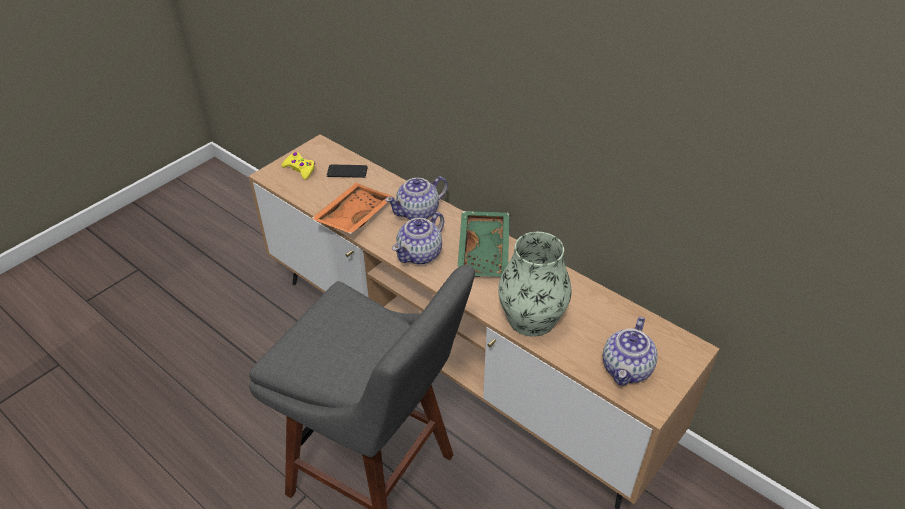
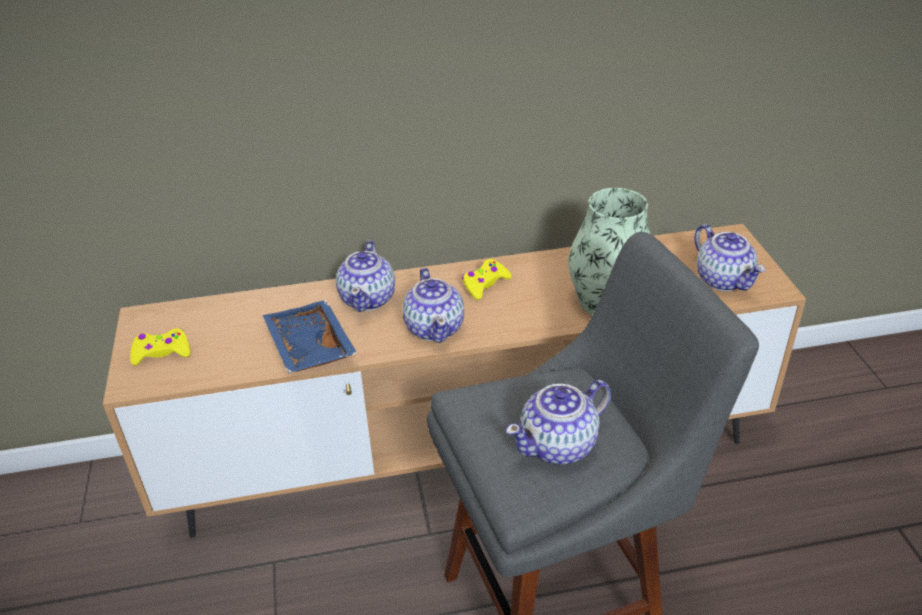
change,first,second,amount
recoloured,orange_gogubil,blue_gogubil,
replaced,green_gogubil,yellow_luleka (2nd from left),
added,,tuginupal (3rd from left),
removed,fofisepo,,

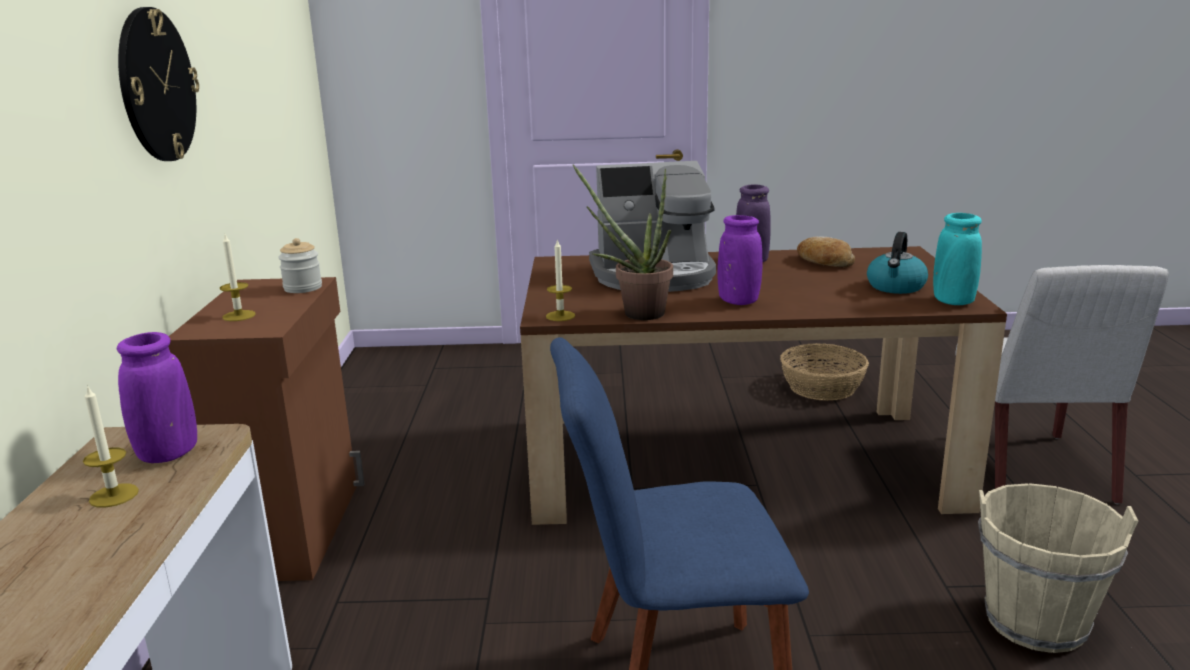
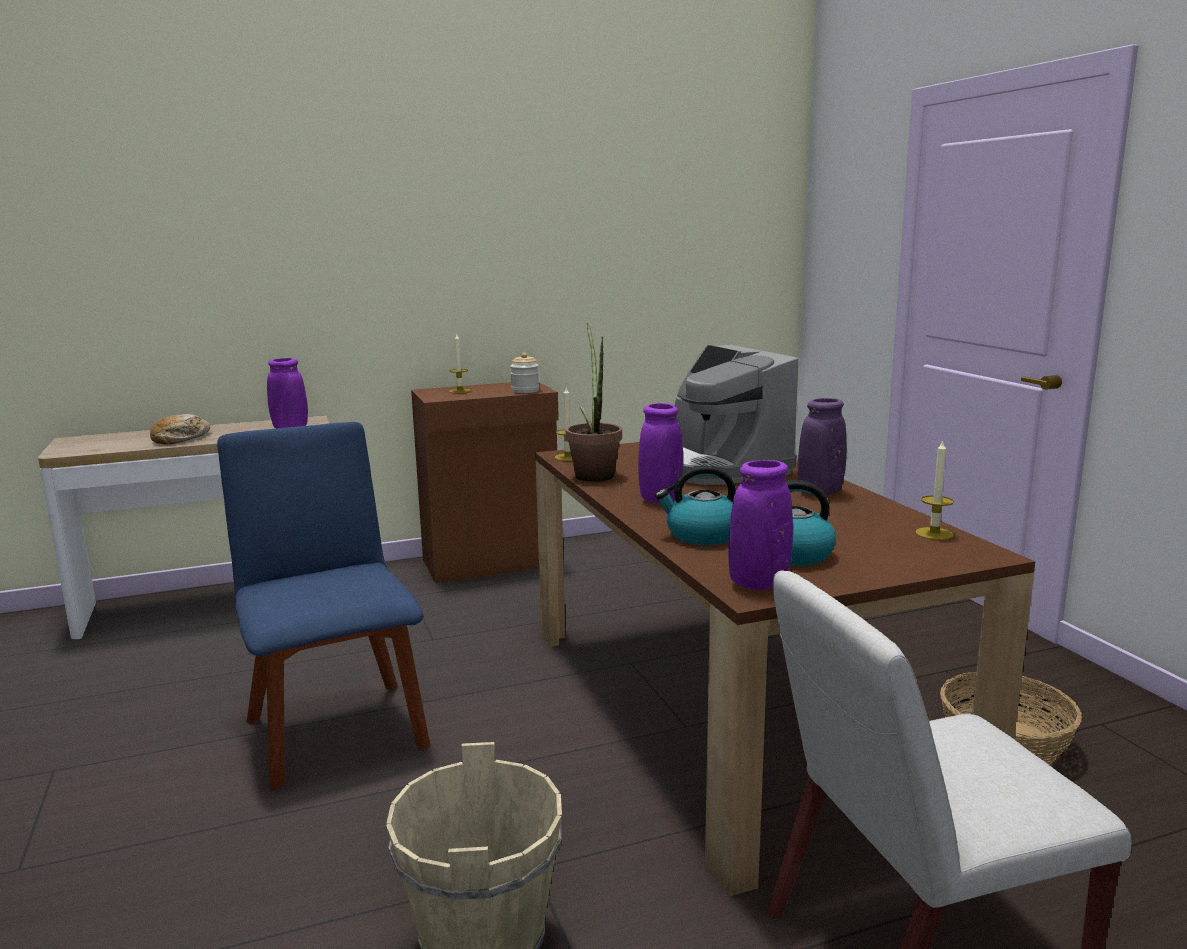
change,first,second,amount
moved,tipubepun,,
added,,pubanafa (1st from left),
recoloured,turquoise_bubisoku,purple_bubisoku (3rd from left),
moved,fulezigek (1st from left in the first image),fulezigek (3rd from left),
removed,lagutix,,

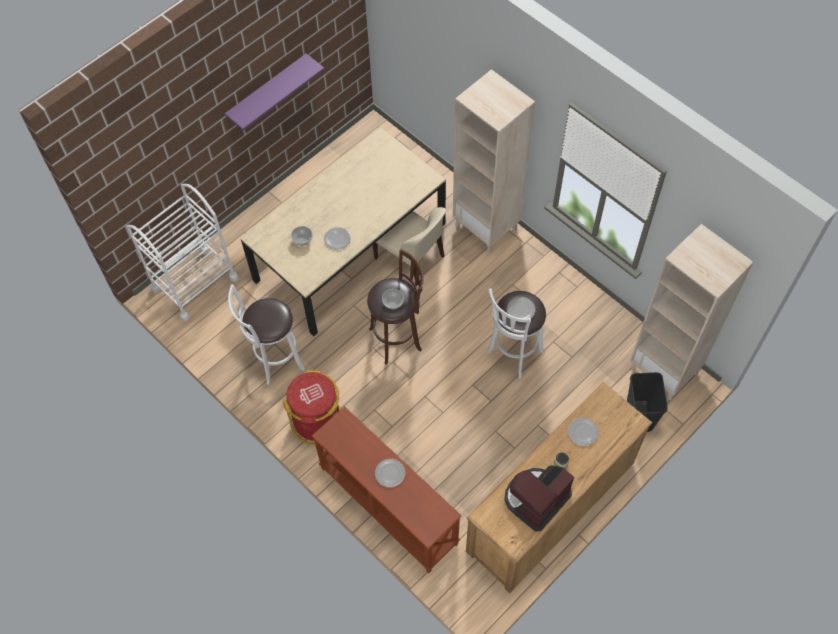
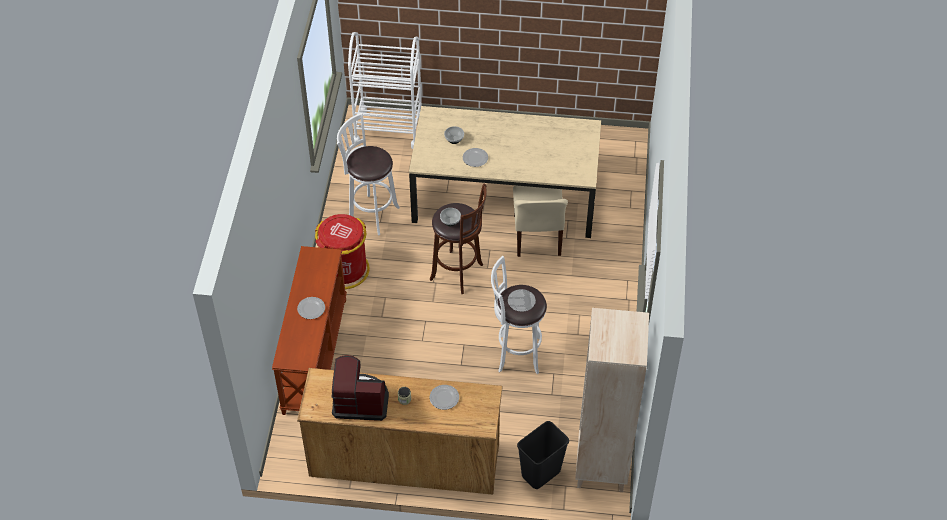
change,first,second,amount
removed,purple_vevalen,,
removed,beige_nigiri (1st from left),,

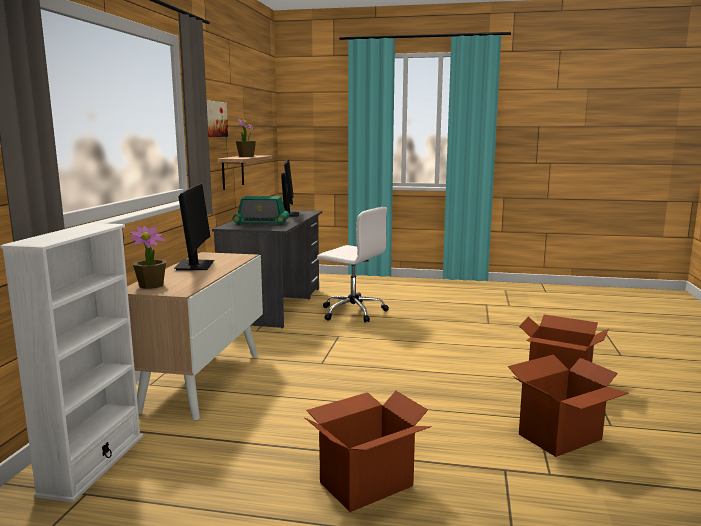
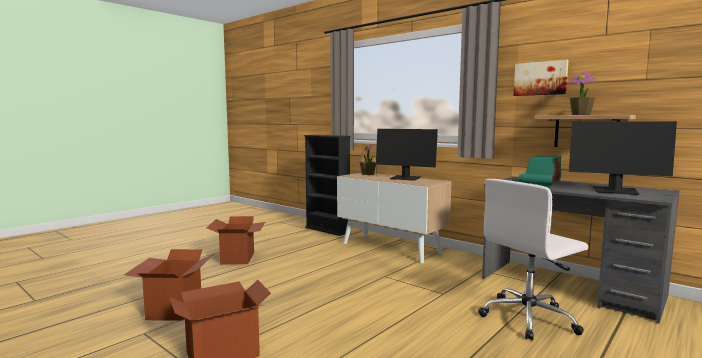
change,first,second,amount
recoloured,white_nigiri,black_nigiri,

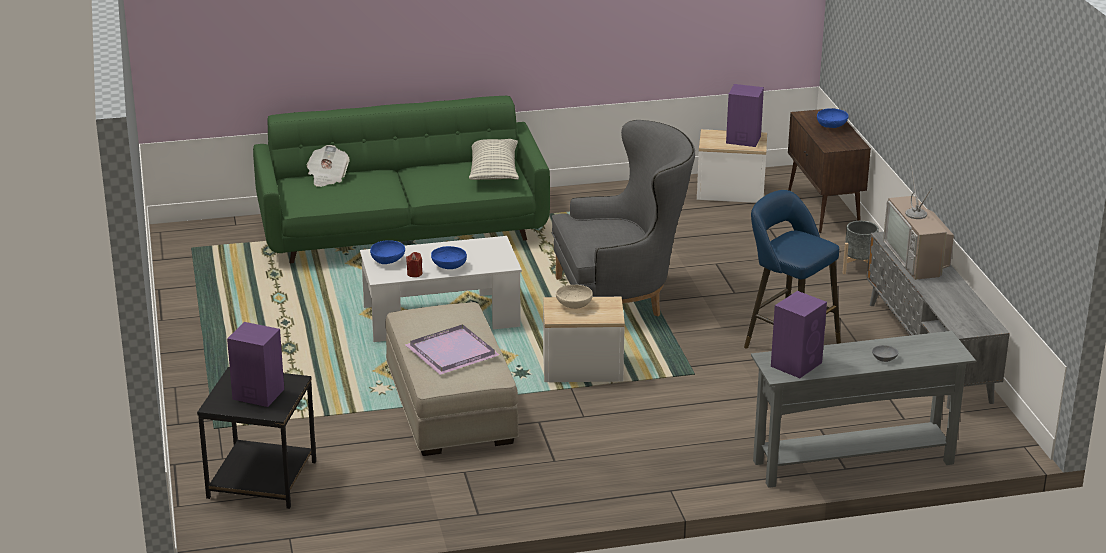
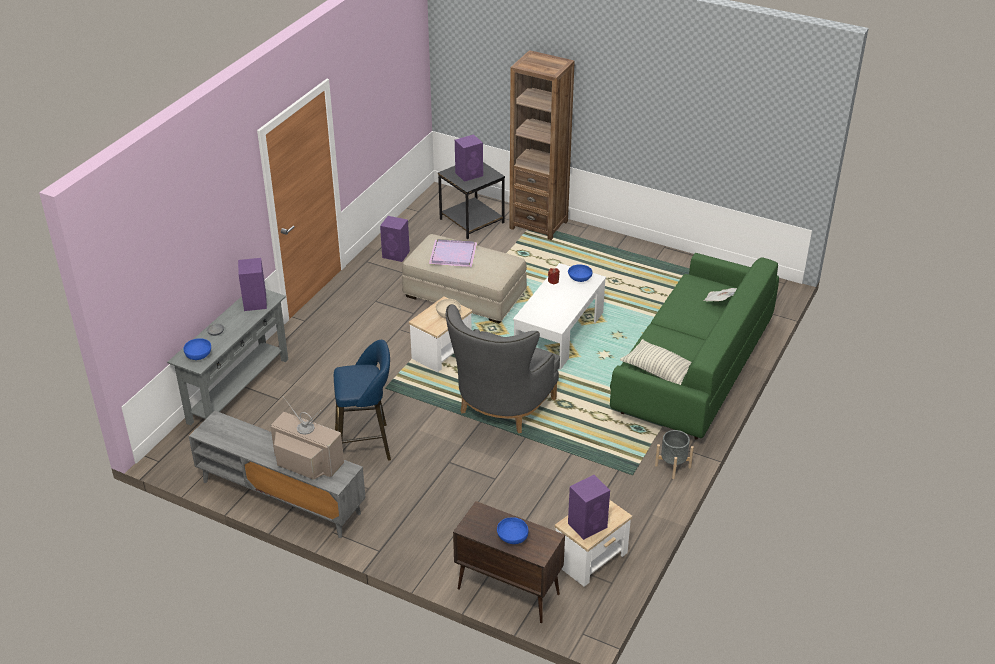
change,first,second,amount
moved,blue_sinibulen (2nd from left in the first image),blue_sinibulen (1st from left),
added,,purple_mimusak (2nd from left),
added,,brown_nigiri,
moved,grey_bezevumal,,

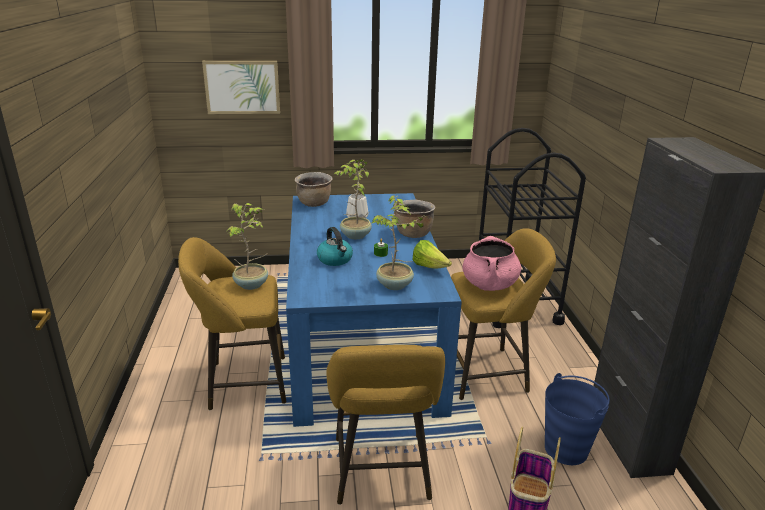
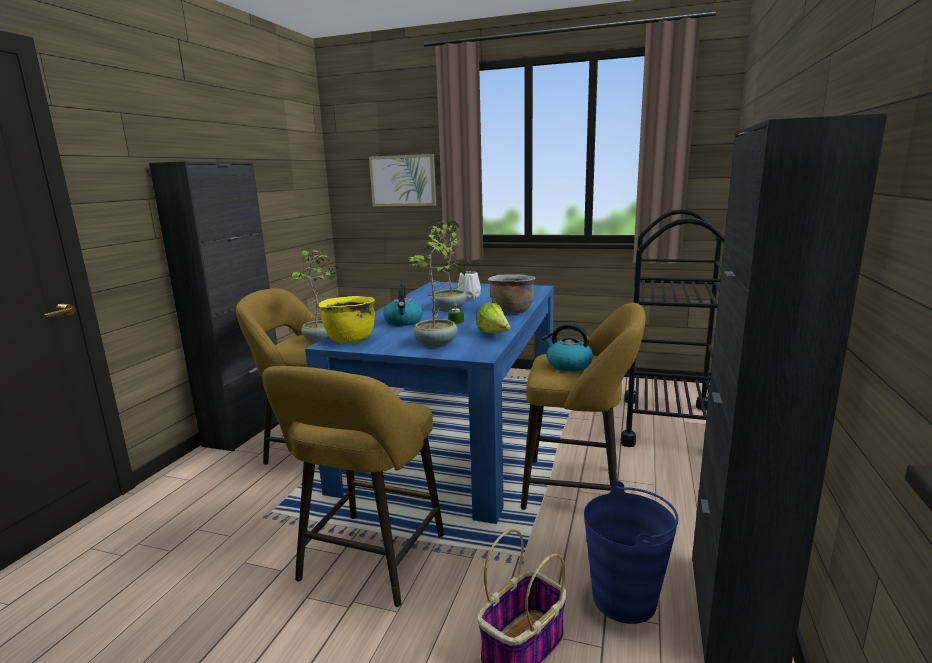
change,first,second,amount
added,,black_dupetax (1st from left),
added,,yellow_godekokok,
replaced,pink_godekokok,pubanafa (2nd from left),
removed,brown_godekokok (1st from left),,

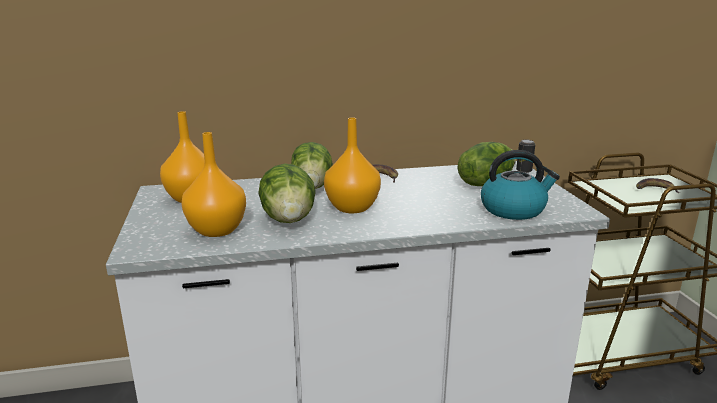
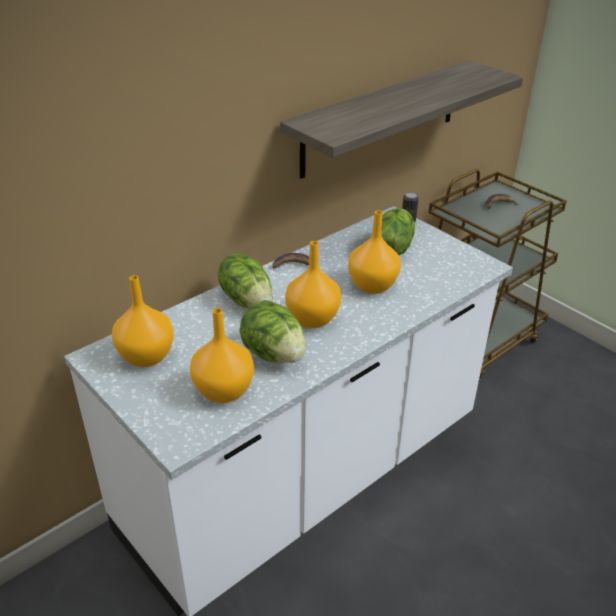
change,first,second,amount
added,,vevalen,
added,,orange_bubisoku (4th from left),
removed,pubanafa,,

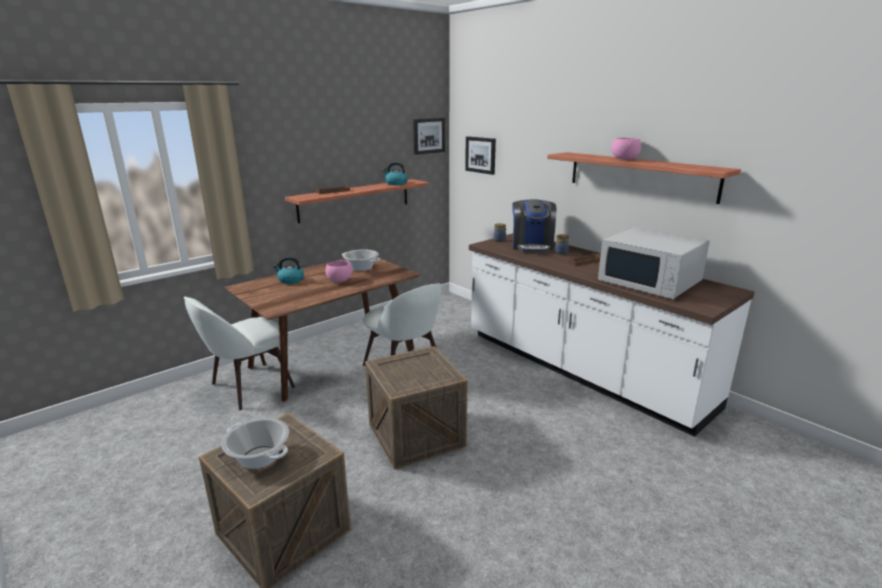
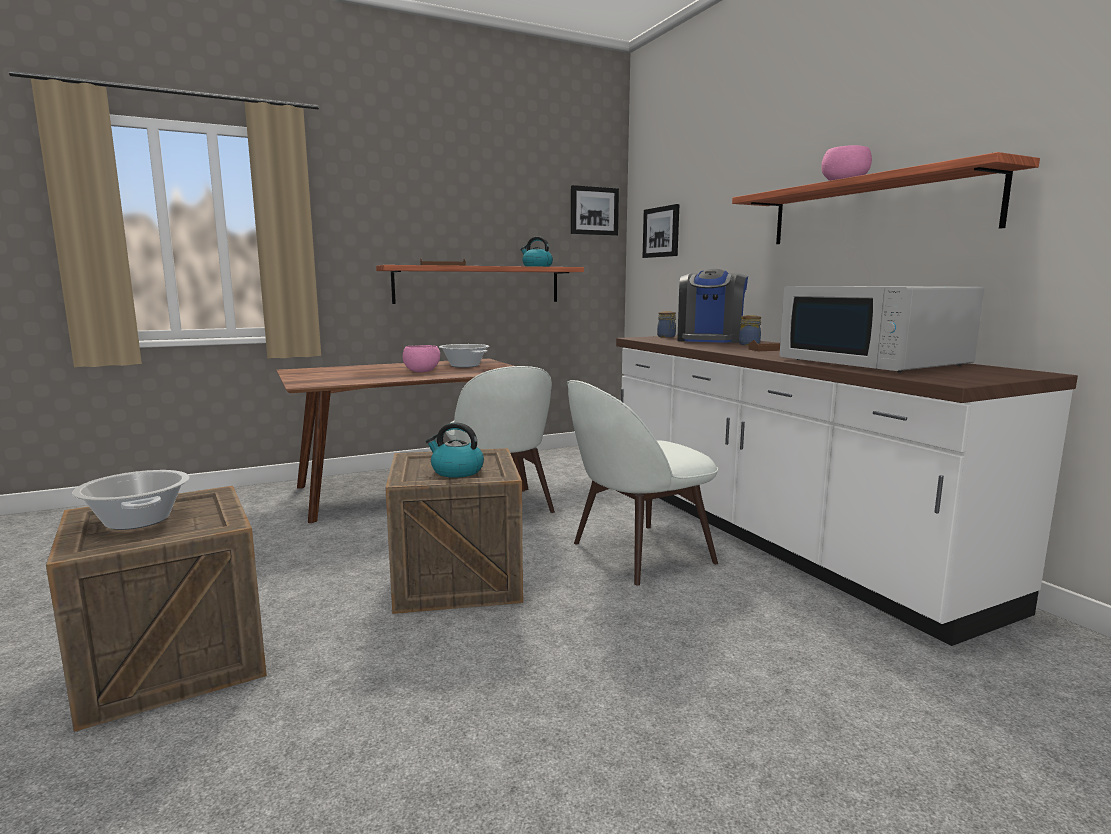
change,first,second,amount
moved,pubanafa (1st from left),,
moved,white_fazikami (1st from left in the first image),white_fazikami (2nd from left),

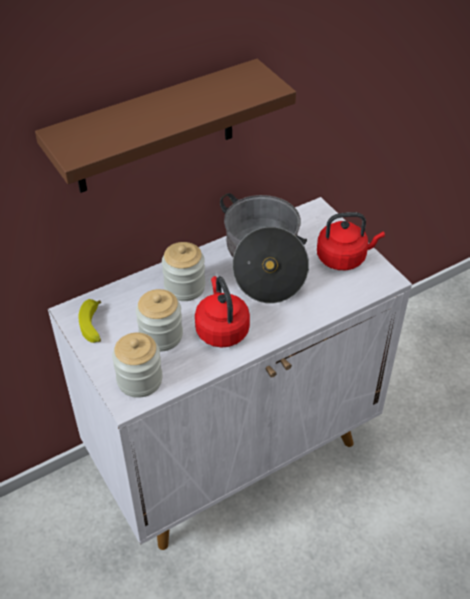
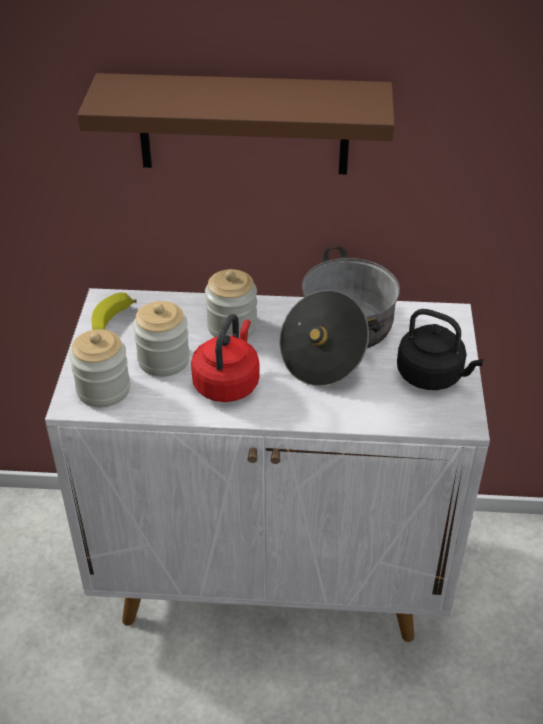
change,first,second,amount
recoloured,red_pubanafa (2nd from left),black_pubanafa,

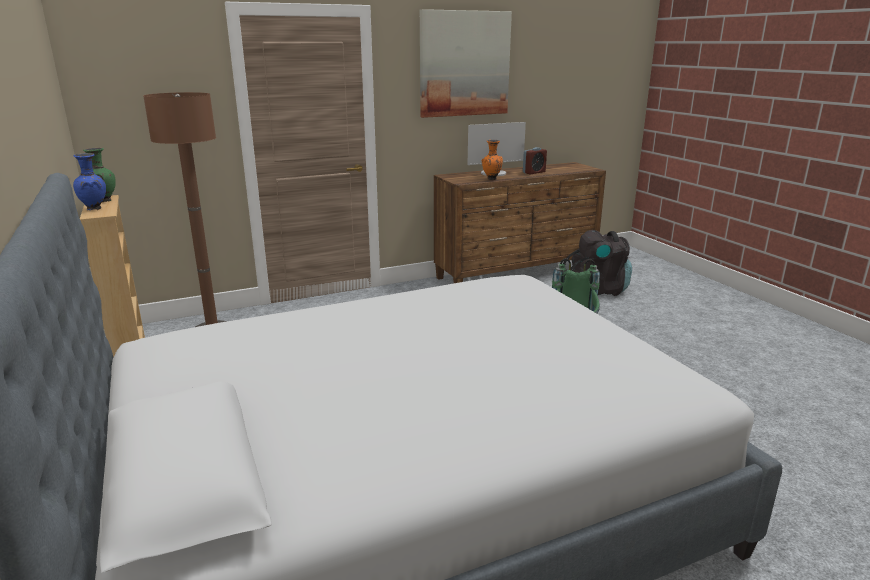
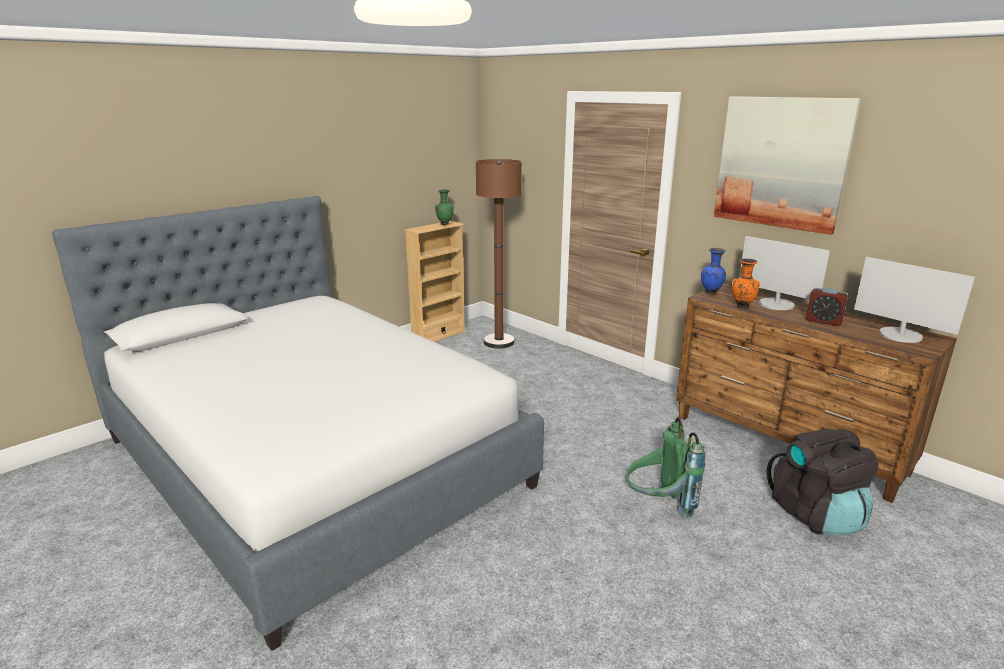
change,first,second,amount
moved,blue_bubisoku,,
added,,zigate (2nd from left),

